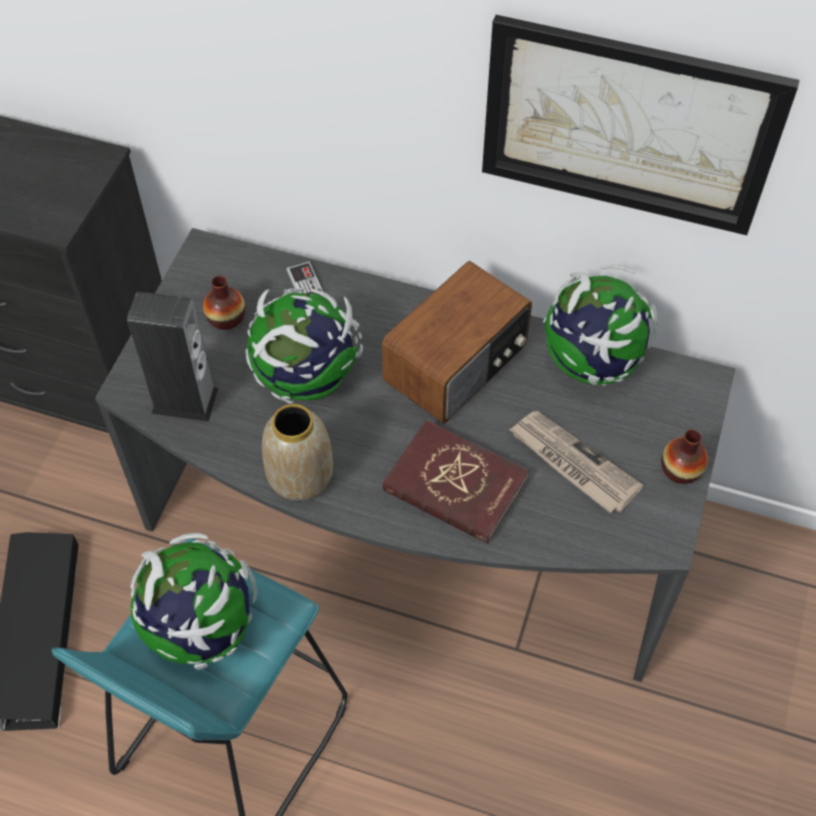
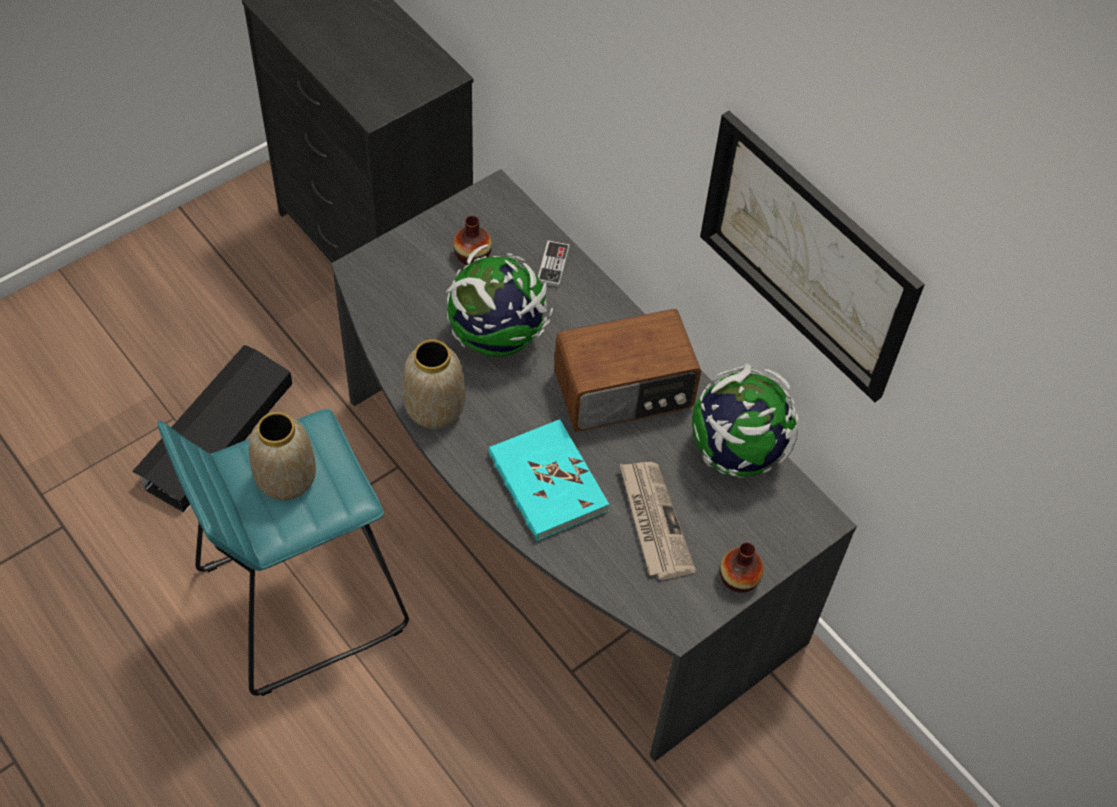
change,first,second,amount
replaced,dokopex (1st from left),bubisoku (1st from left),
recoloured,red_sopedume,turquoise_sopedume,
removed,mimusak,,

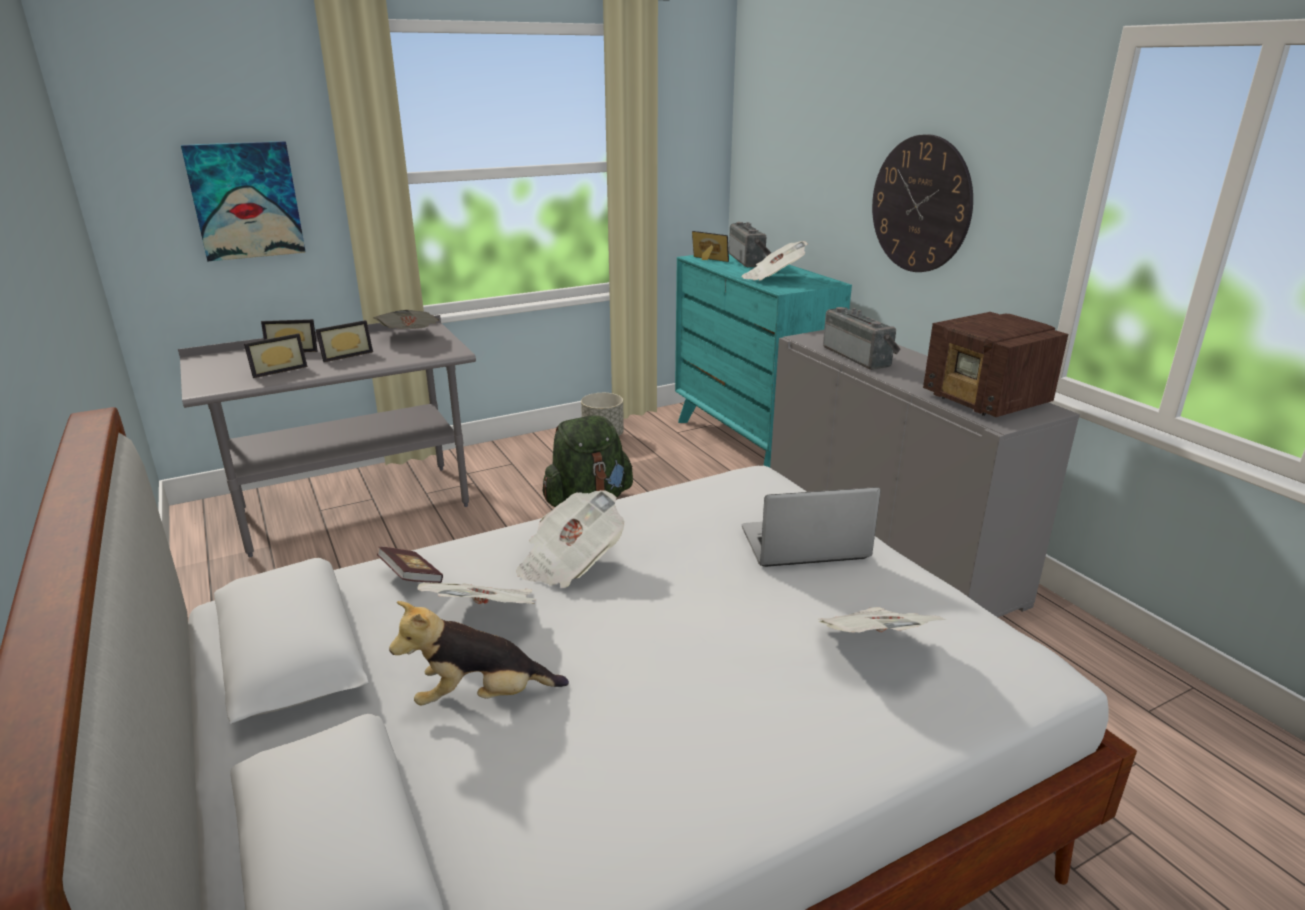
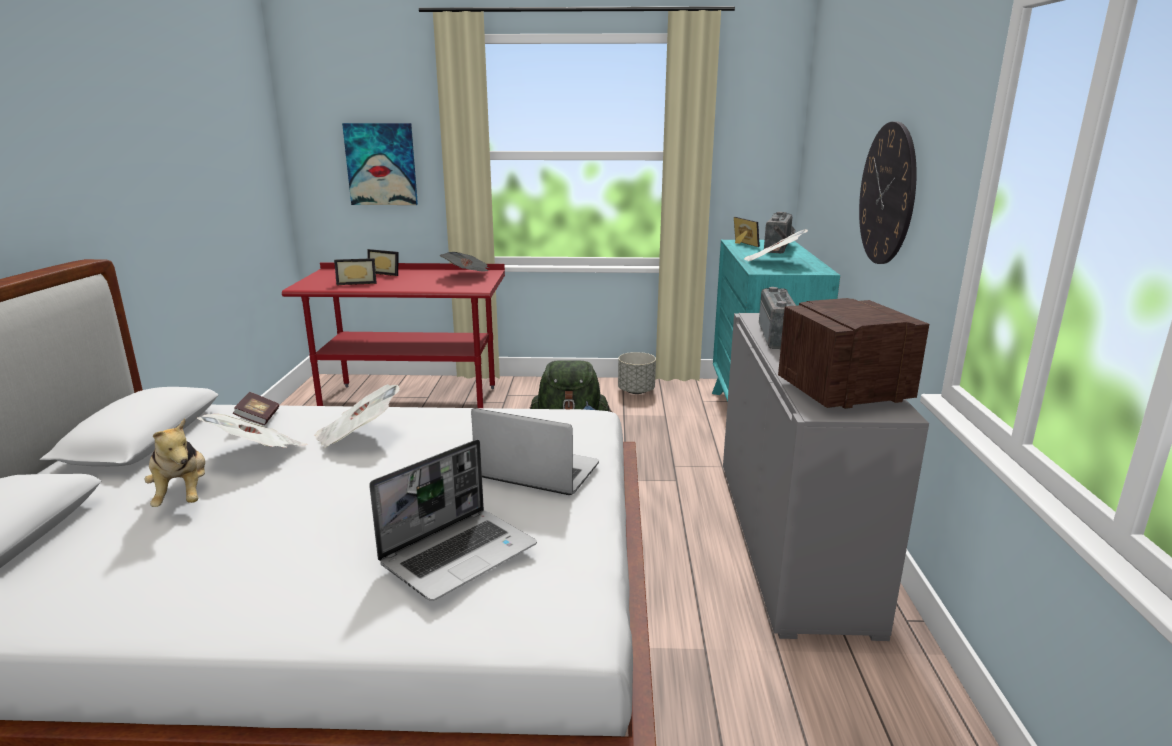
change,first,second,amount
turned,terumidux,,135 degrees counterclockwise
recoloured,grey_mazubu,red_mazubu,
replaced,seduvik (5th from left),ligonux (1st from left),
turned,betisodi (3rd from left),,75 degrees clockwise
removed,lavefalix (3rd from left),,

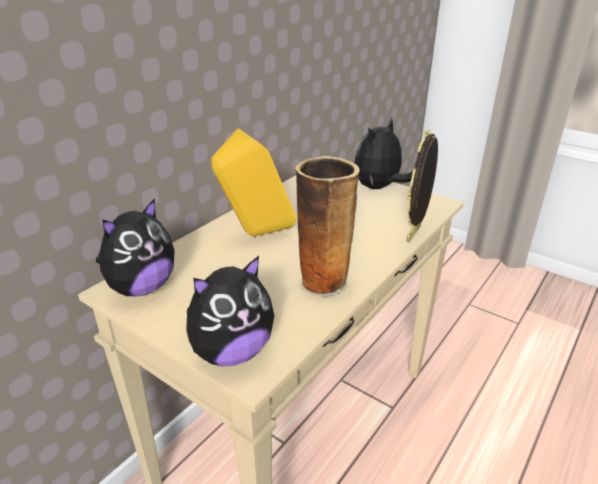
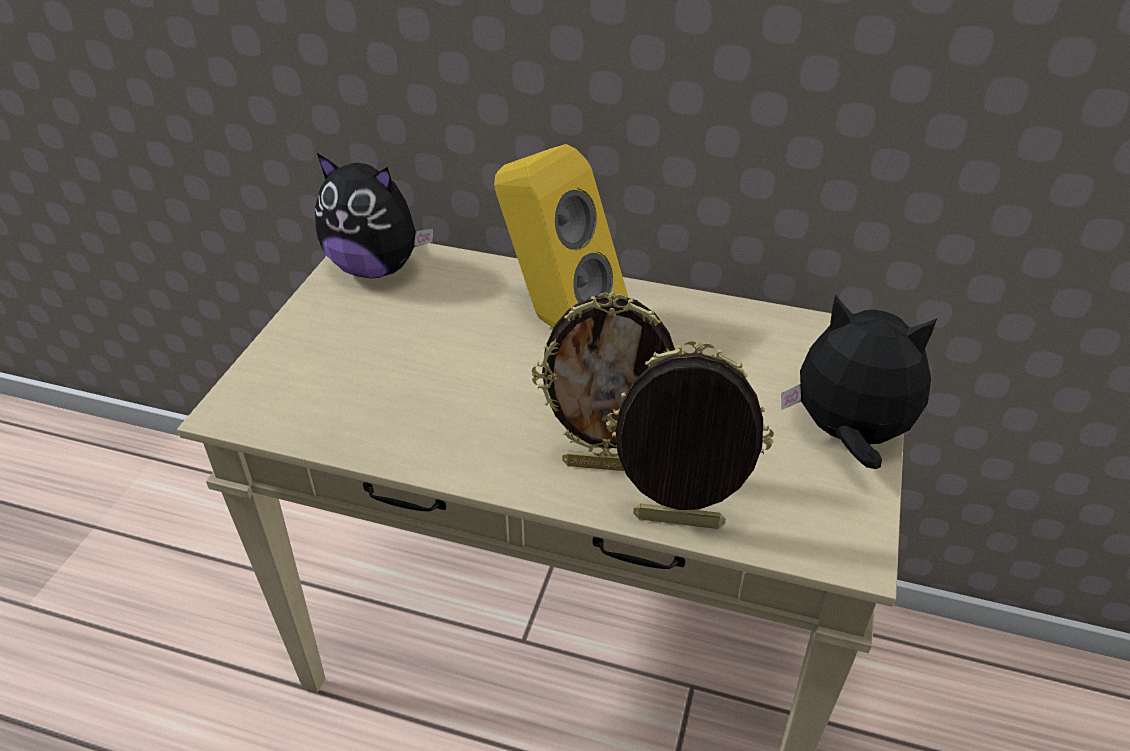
change,first,second,amount
added,,lavefalix (1st from left),
removed,terumidux (2nd from left),,
removed,bubisoku,,

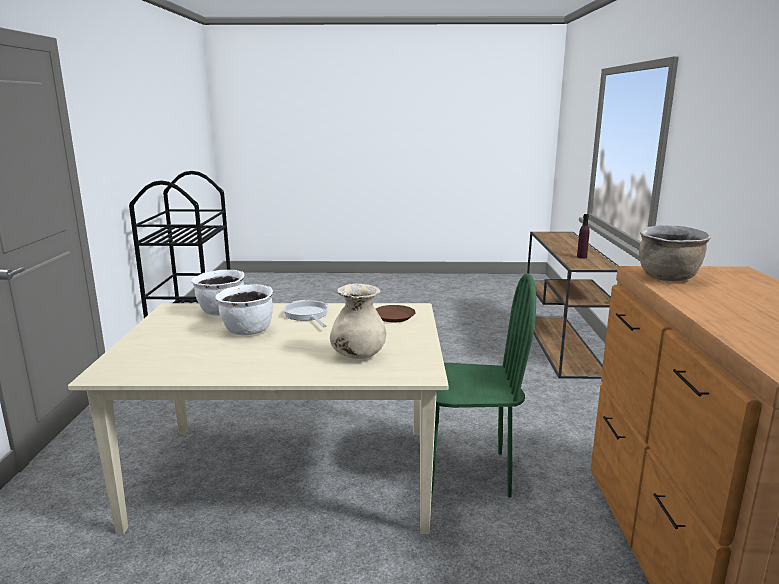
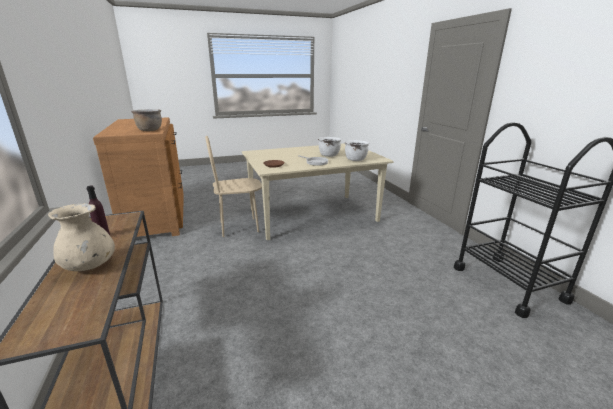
change,first,second,amount
moved,beige_bubisoku,,
recoloured,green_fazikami,beige_fazikami,

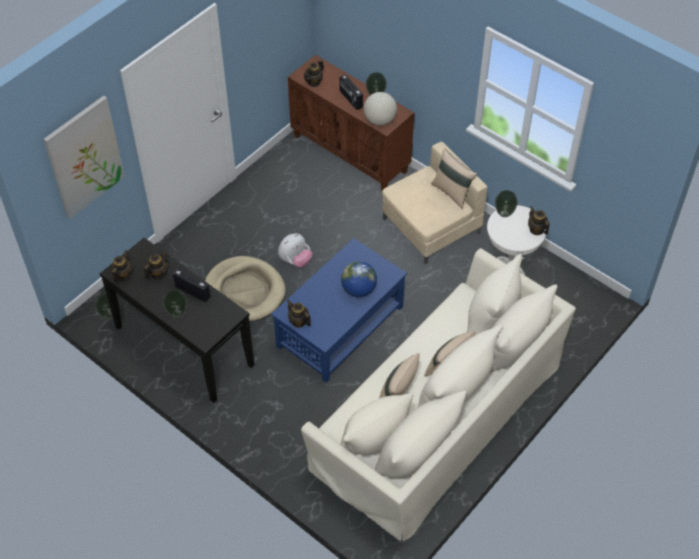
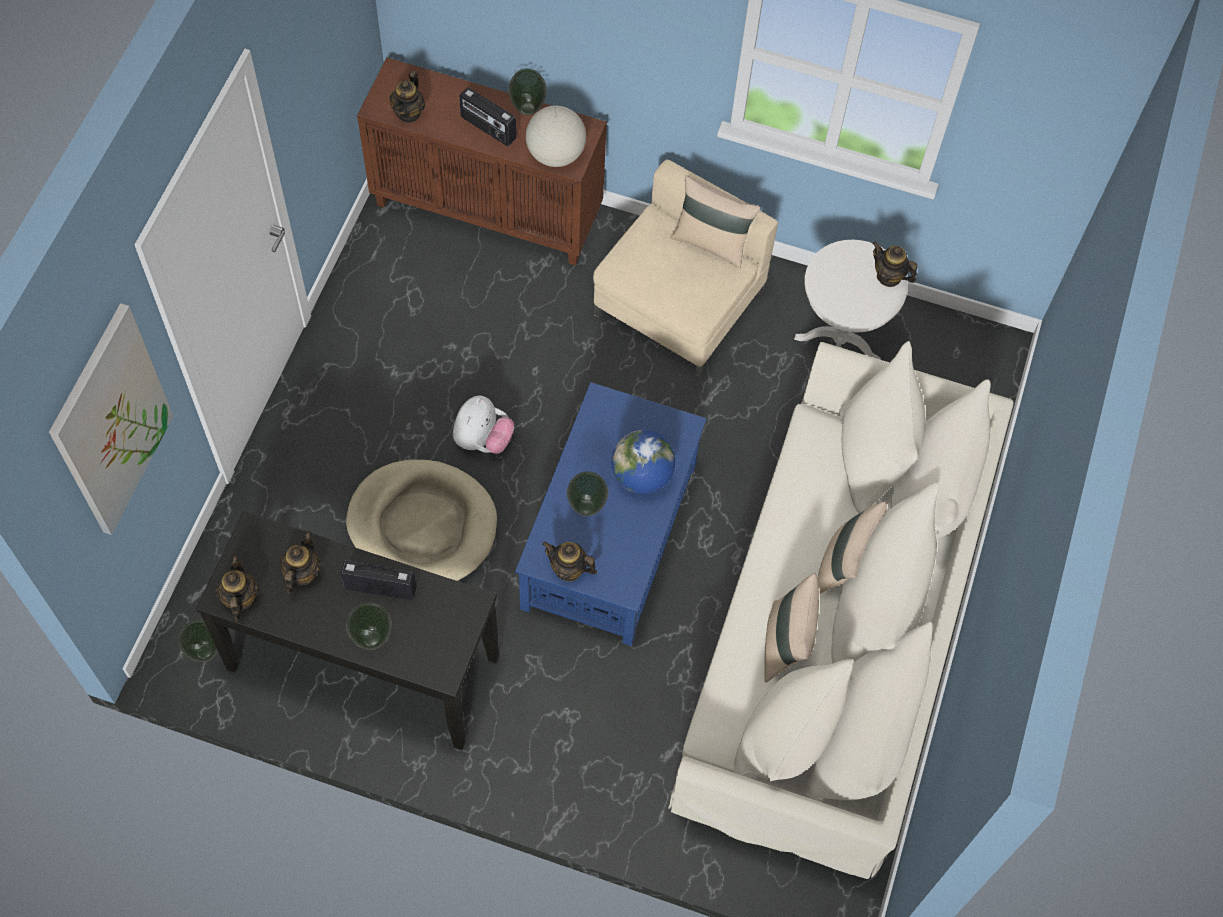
change,first,second,amount
moved,bubisoku (4th from left),,

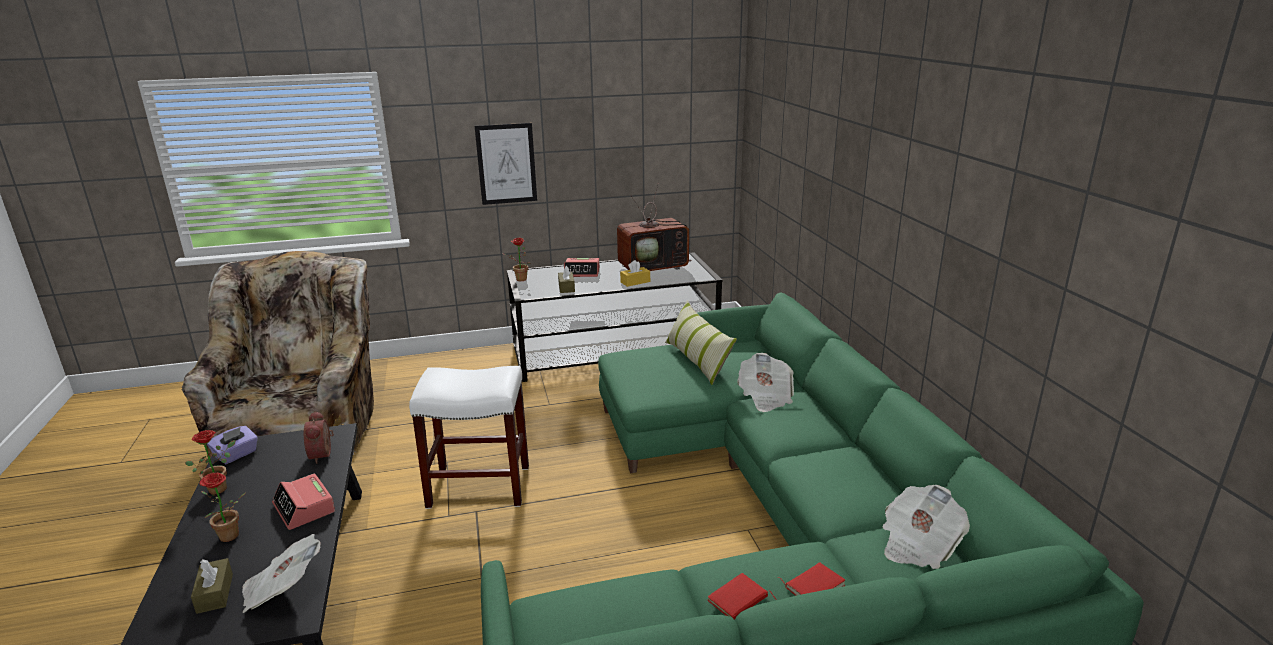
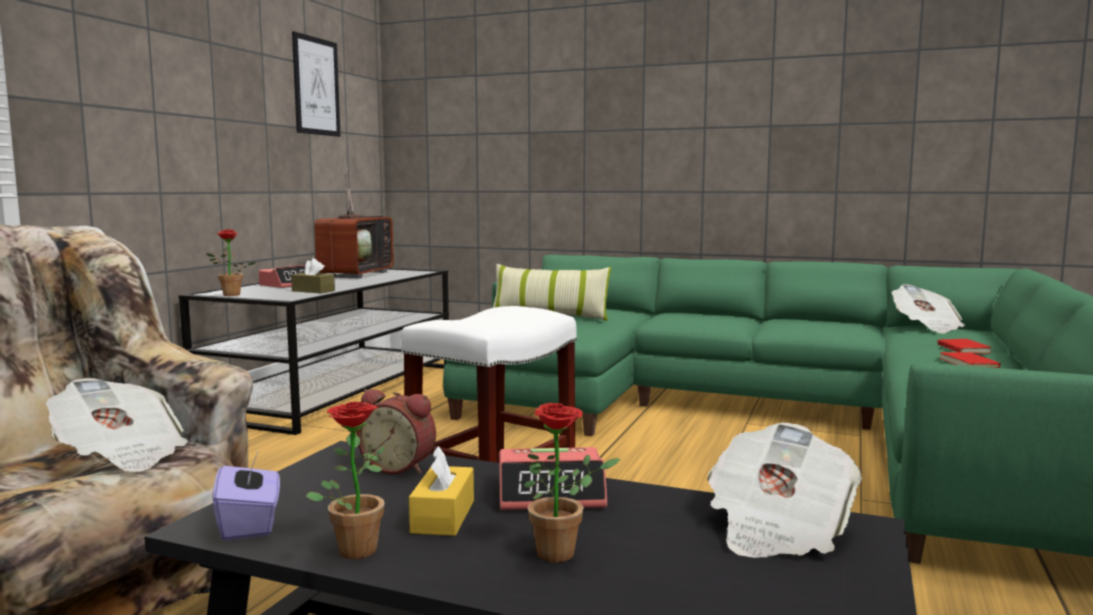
change,first,second,amount
moved,seduvik (2nd from left in the first image),seduvik (1st from left),
moved,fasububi,,
moved,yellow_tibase,,
removed,brown_tibase (1st from left),,

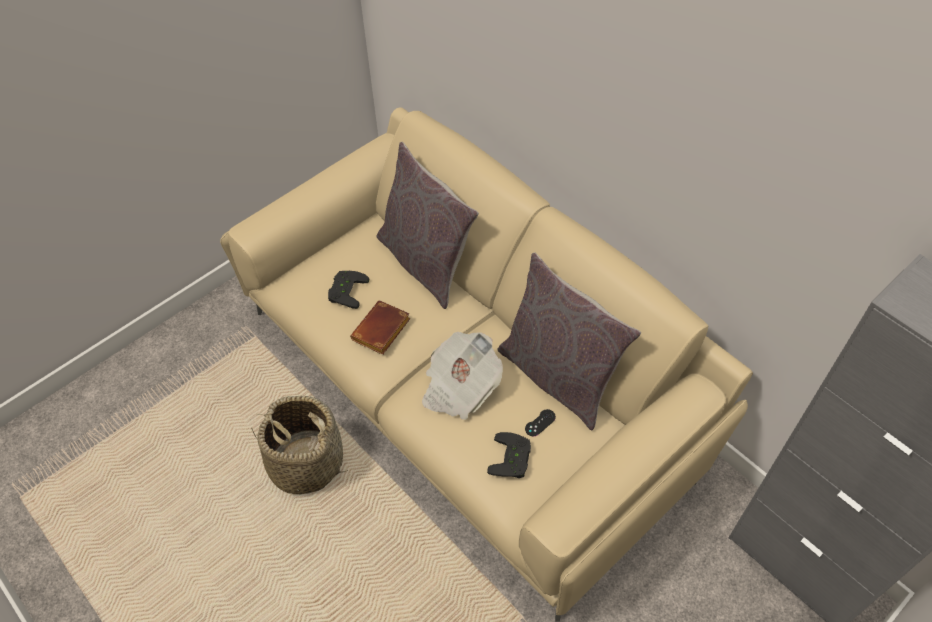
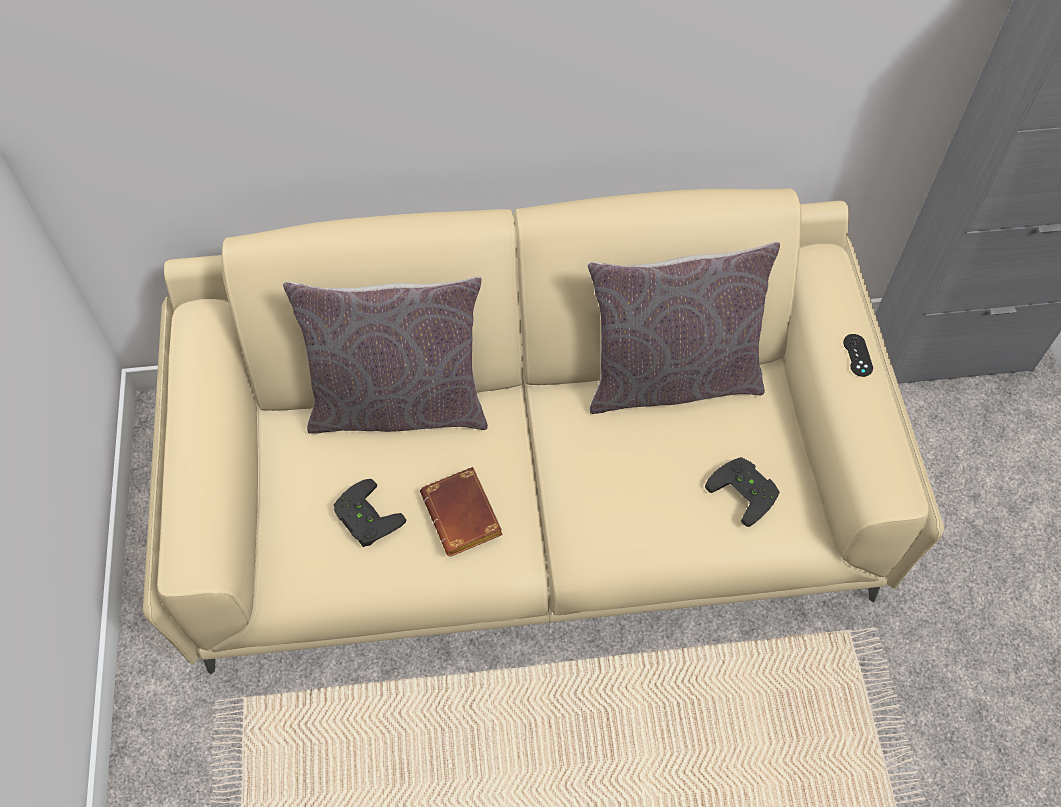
change,first,second,amount
moved,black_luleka (3rd from left),,
removed,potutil,,
removed,seduvik,,

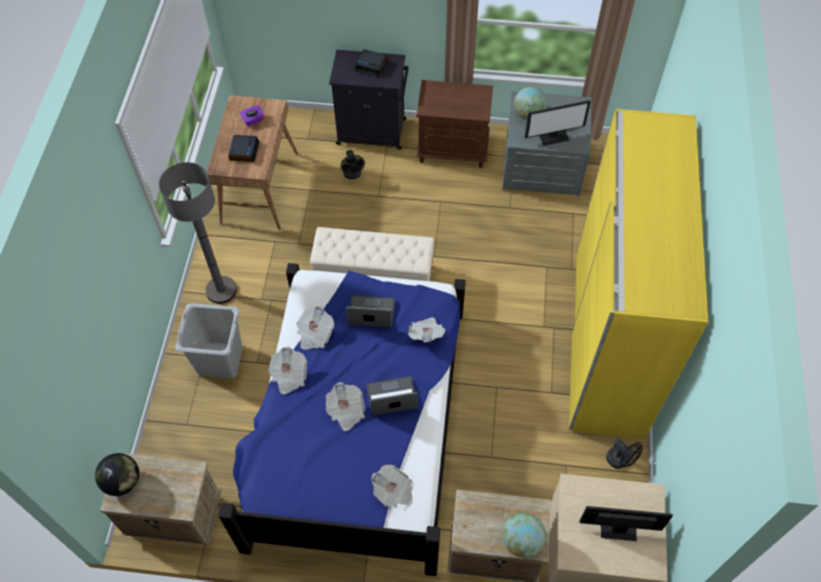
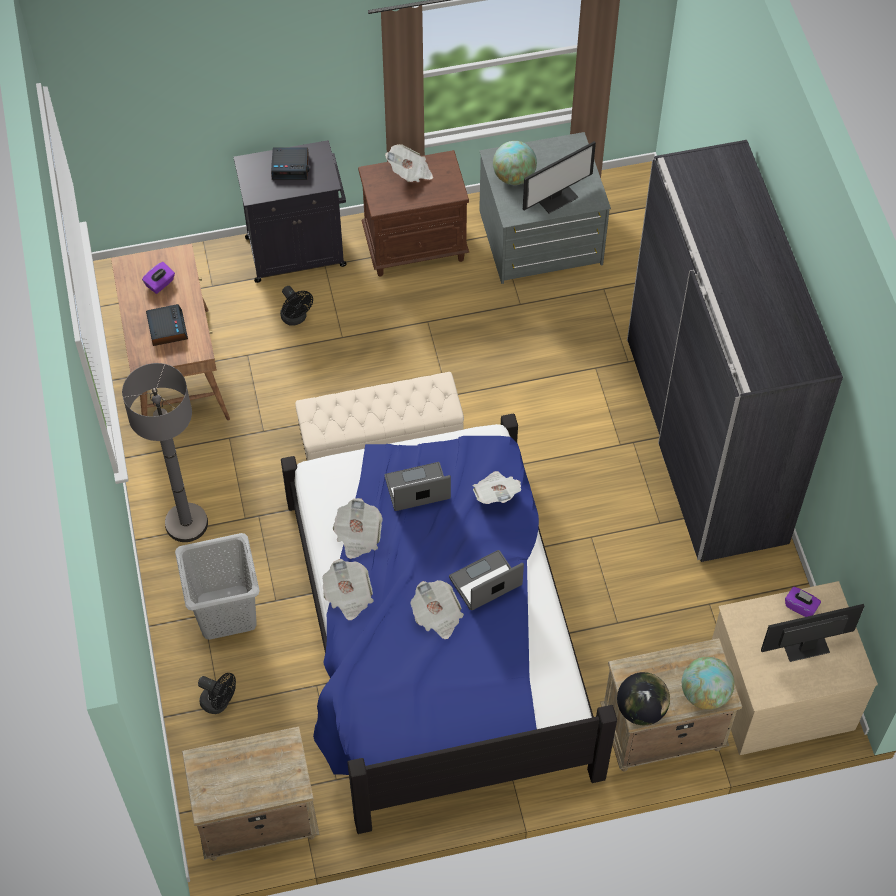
change,first,second,amount
moved,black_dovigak (2nd from left in the first image),black_dovigak (1st from left),
moved,seduvik (4th from left in the first image),seduvik (3rd from left),
moved,dokopex (1st from left in the first image),dokopex (2nd from left),
recoloured,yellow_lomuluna,grey_lomuluna,
added,,purple_tibase (2nd from left),

